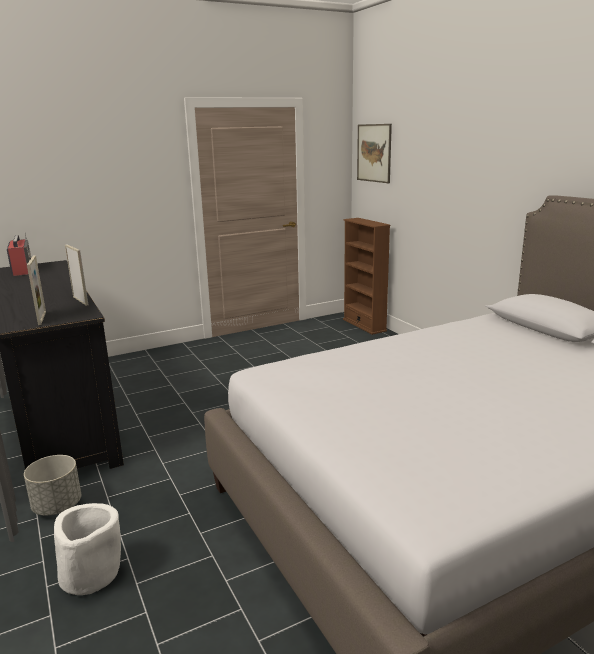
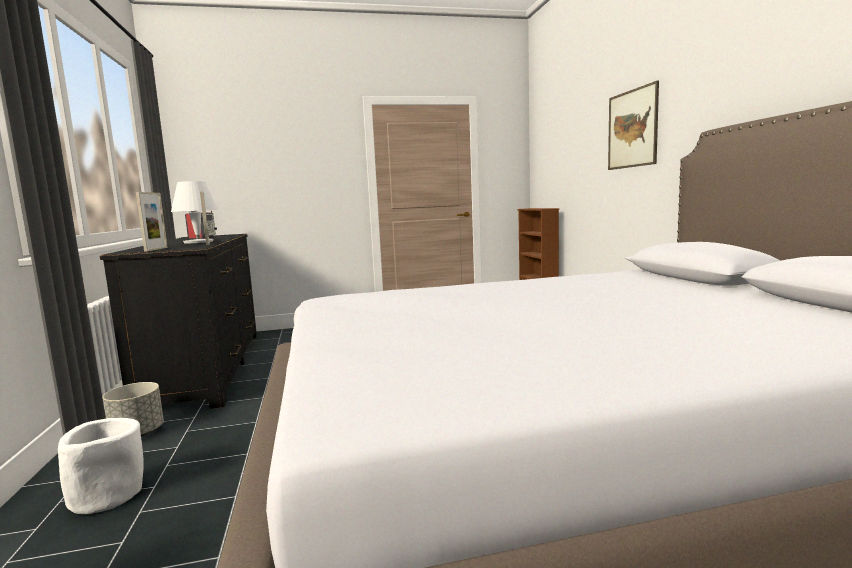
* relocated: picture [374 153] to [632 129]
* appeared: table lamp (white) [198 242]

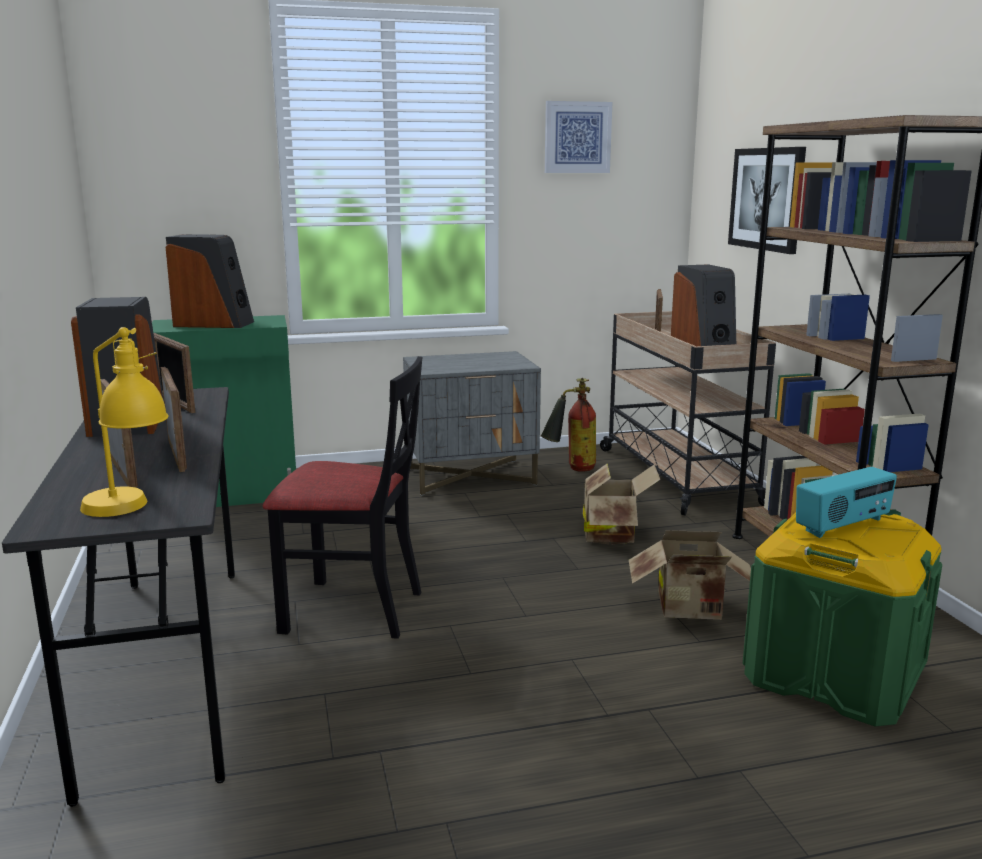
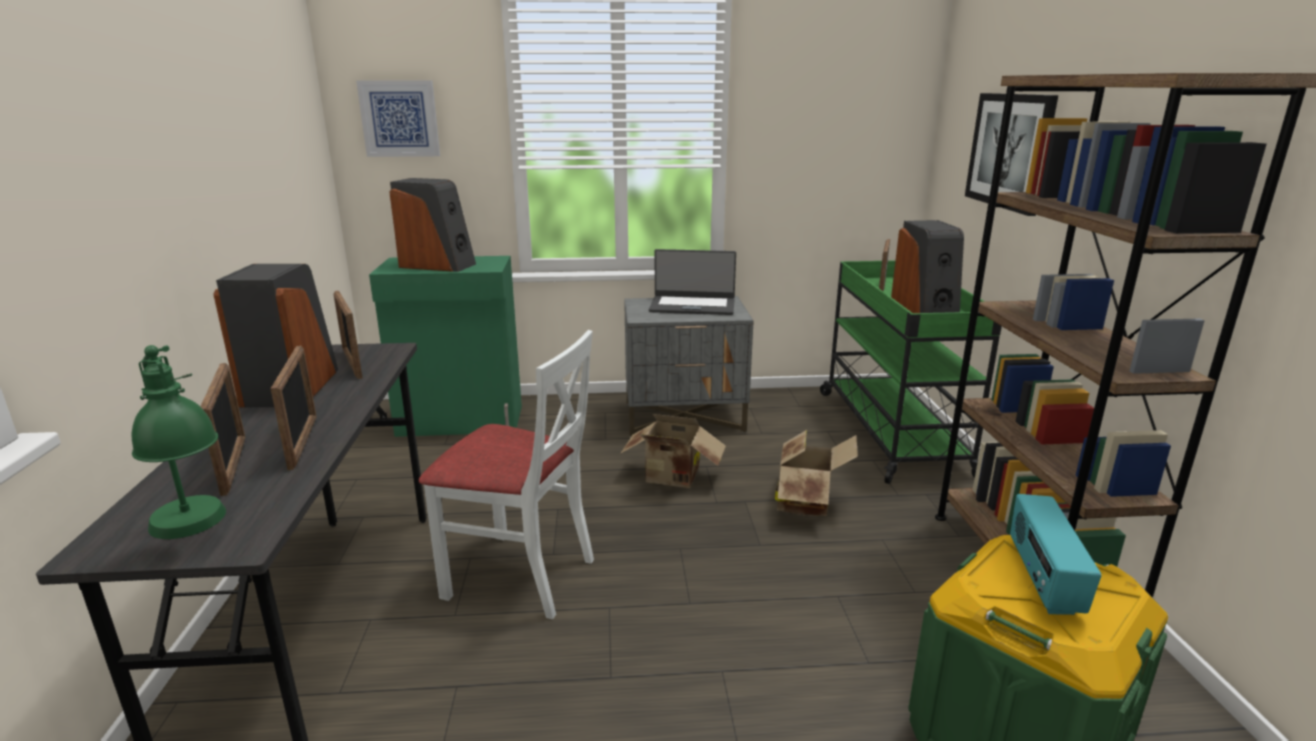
* relocated: picture [577 137] to [399 119]
* colour: cart (beige) [676 475] to cart (green) [891 431]
* colour: table lamp (yellow) [131 511] to table lamp (green) [197 532]
* colour: chair (black) [353 610] to chair (white) [520 576]
* missing: fire extinguisher [571 469]
* spun: radio [843 526] = [1042 579] 120 degrees clockwise
* relocated: cardboard box [692 610] to [673 479]
* appeared: laptop [692 306]

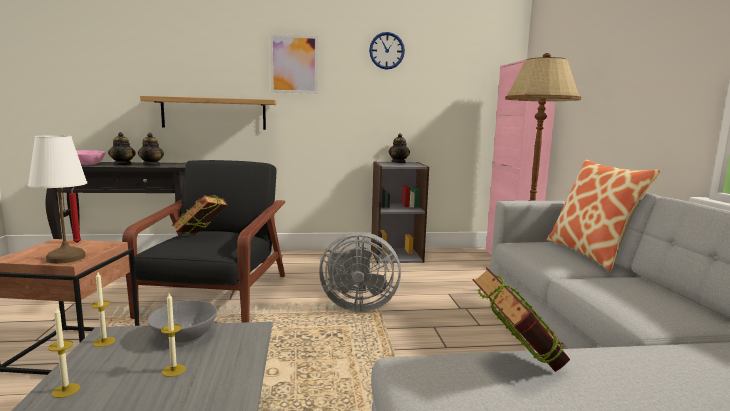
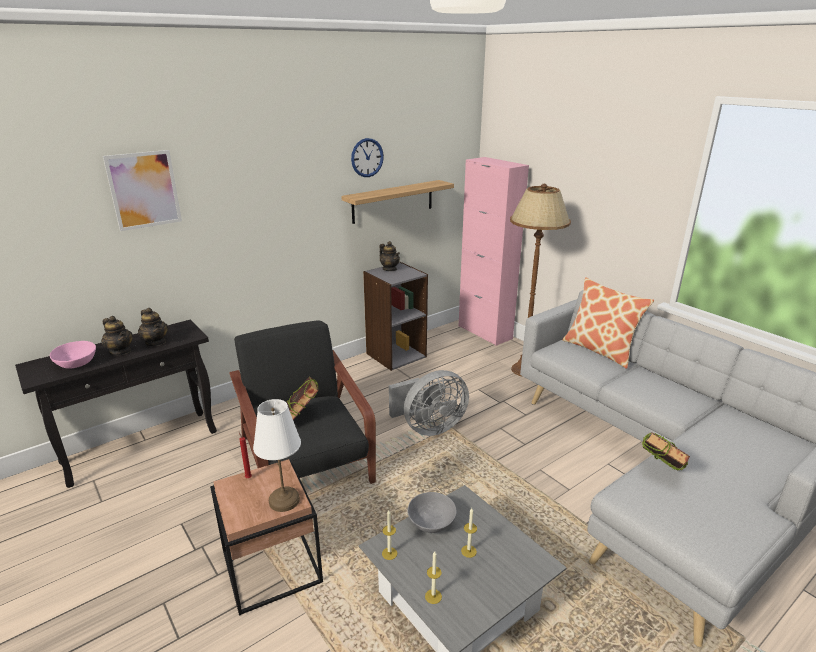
* relocated: picture [294 64] to [144 190]
* relocated: shelf [214 113] to [393 201]

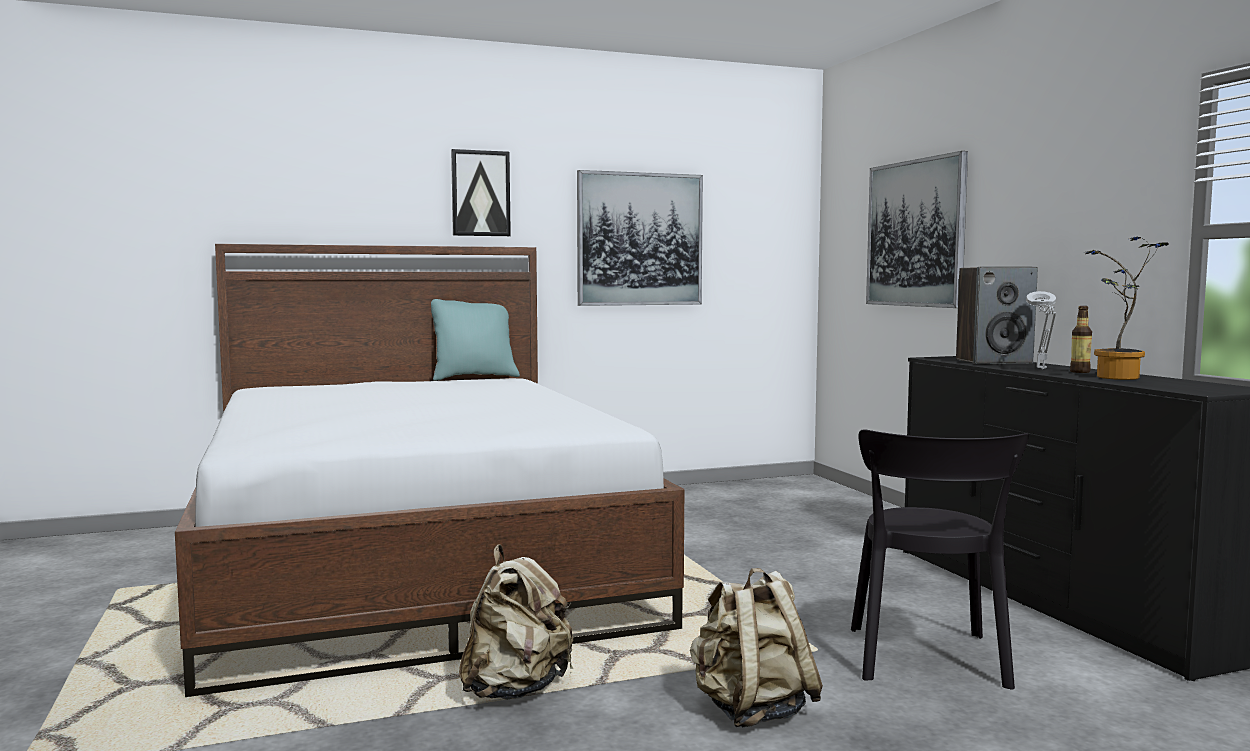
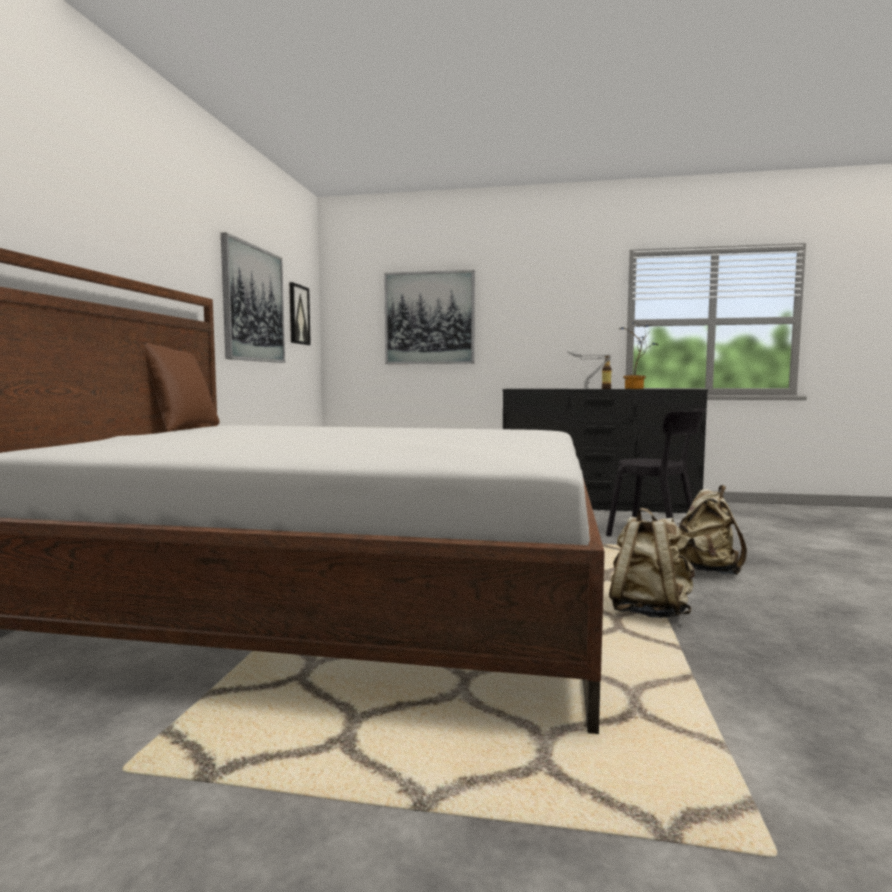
* relocated: picture [480 193] to [298 314]
* missing: speaker [993 361]
* colour: pillow (turquoise) [474 377] to pillow (brown) [183 428]

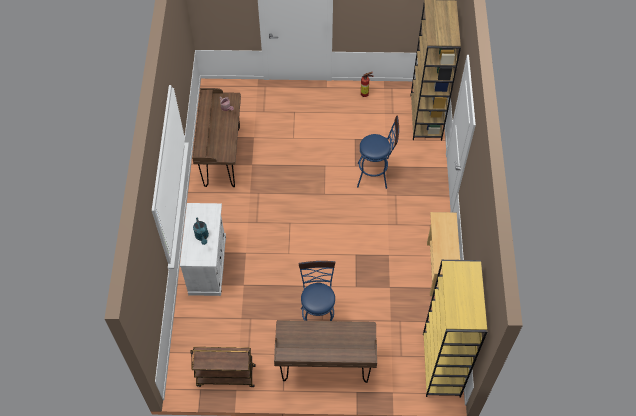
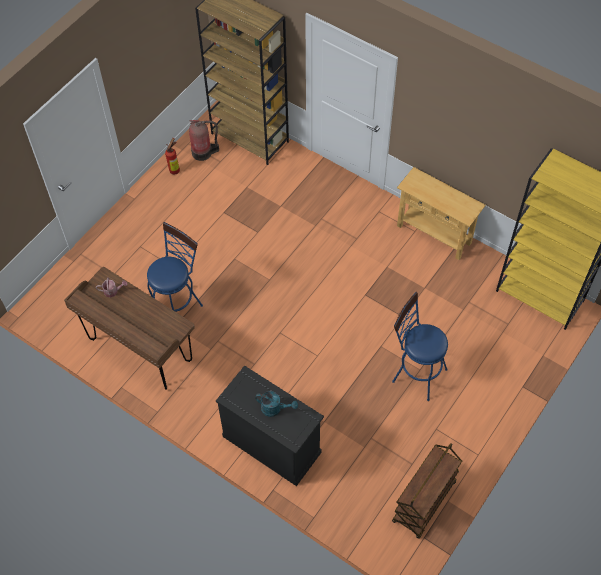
* relocated: stool (blue) [375 175] to [178 305]
* colour: cabinet (white) [207 265] to cabinet (black) [272 444]
* missing: desk (brown) [325 367]
* appeared: fire extinguisher [203 152]

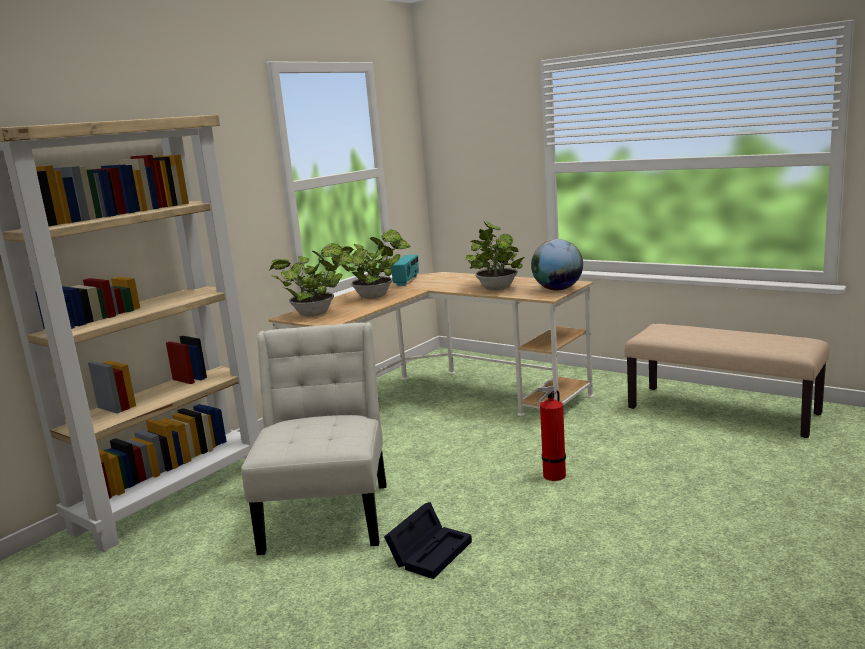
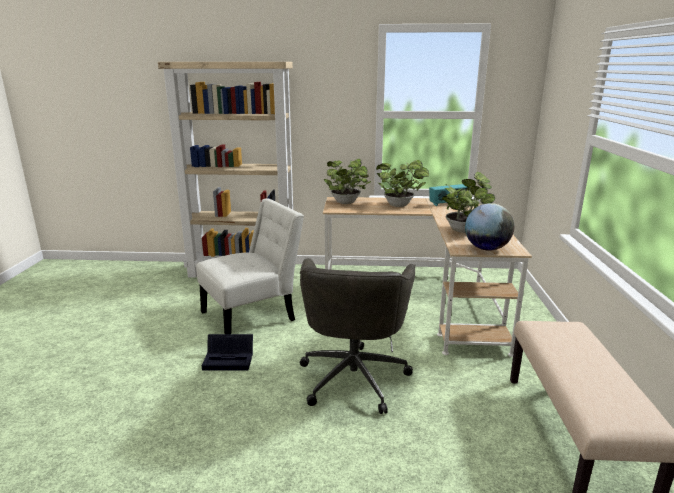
* exchanged: fire extinguisher [552 476] to office chair (grey) [354 376]

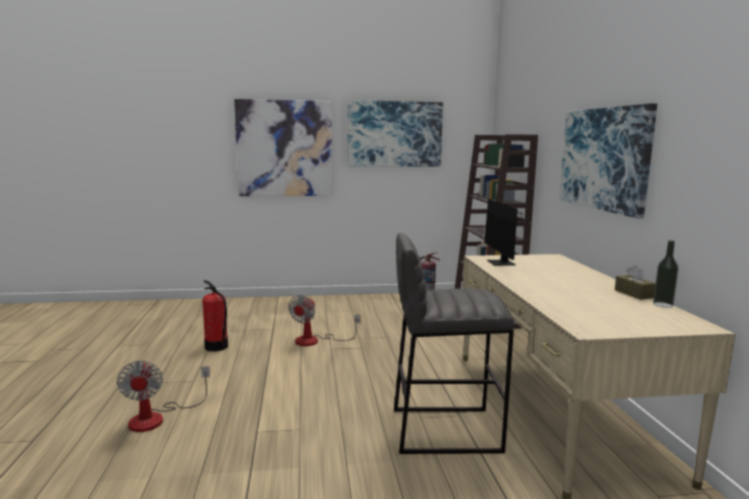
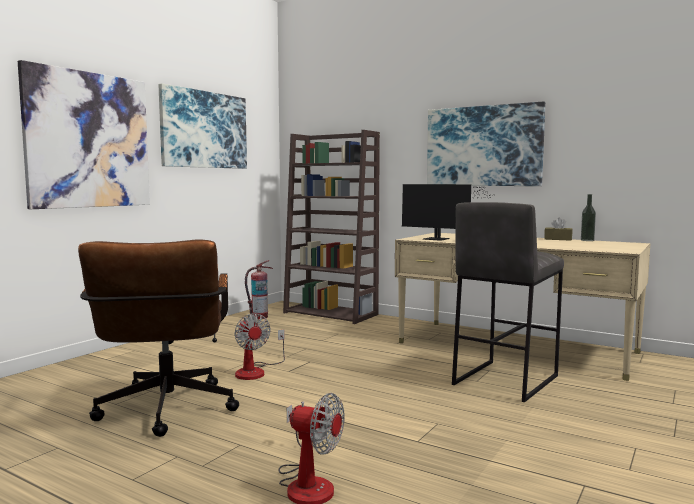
* exchanged: fire extinguisher [216 347] to office chair (brown) [165 413]

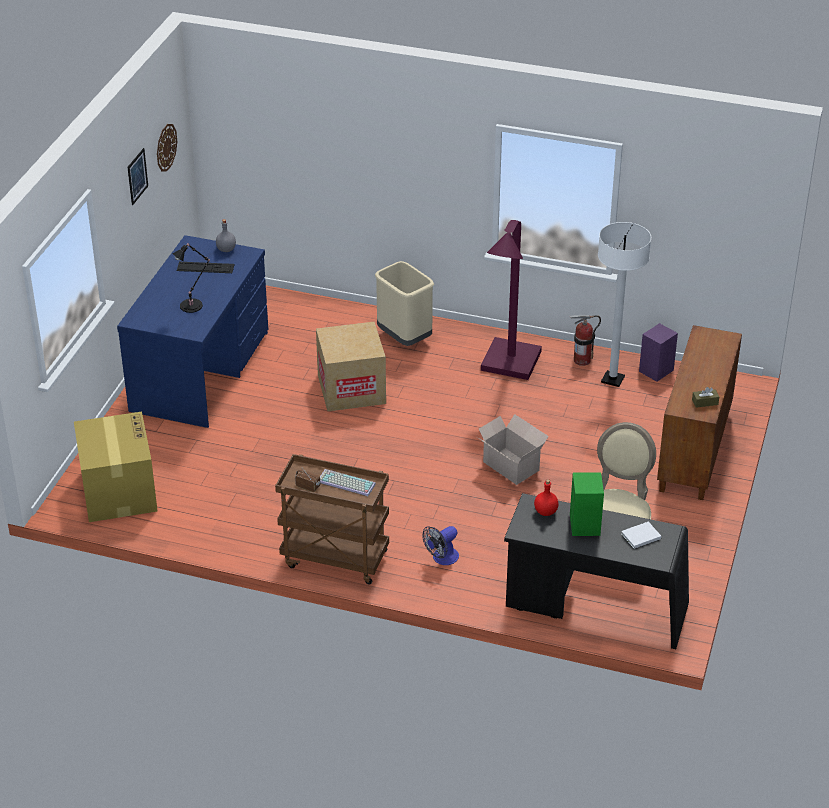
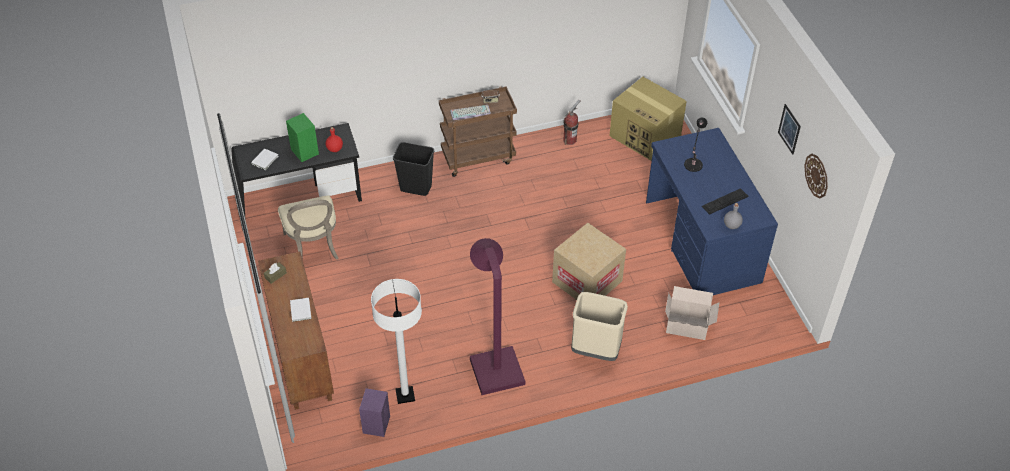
* relocated: fire extinguisher [582 360] to [570 140]
* relocated: cardboard box [510 465] to [688 326]
* exchanged: fan [442 558] to trash can (black) [415 188]
* appeared: book (white) [300 311]

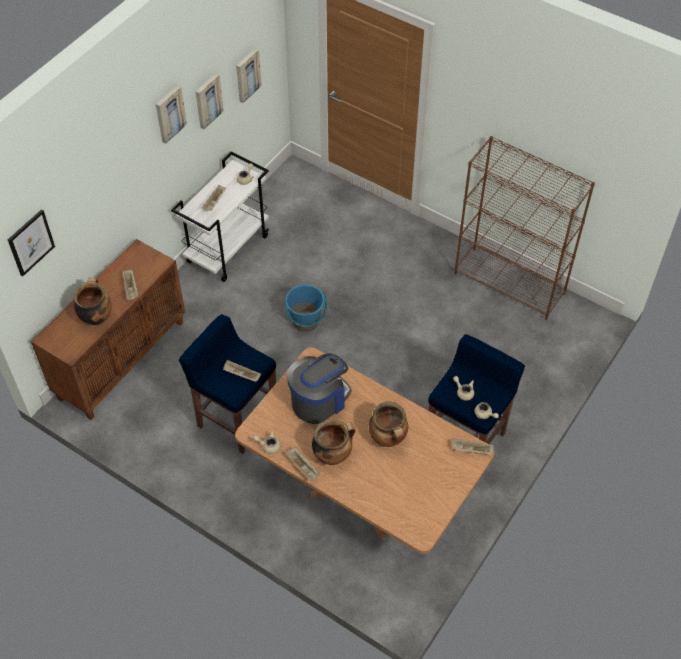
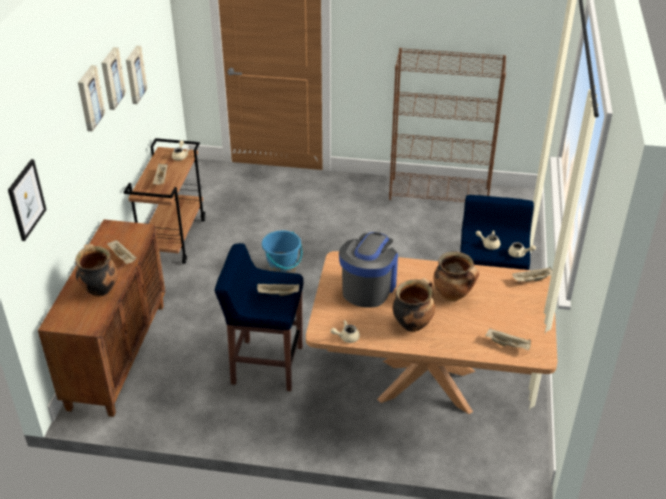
* relocated: picture [247 75] to [89 98]
* colour: cart (white) [228 248] to cart (brown) [173 238]
* relocated: tray (beige) [303 468] to [508 345]

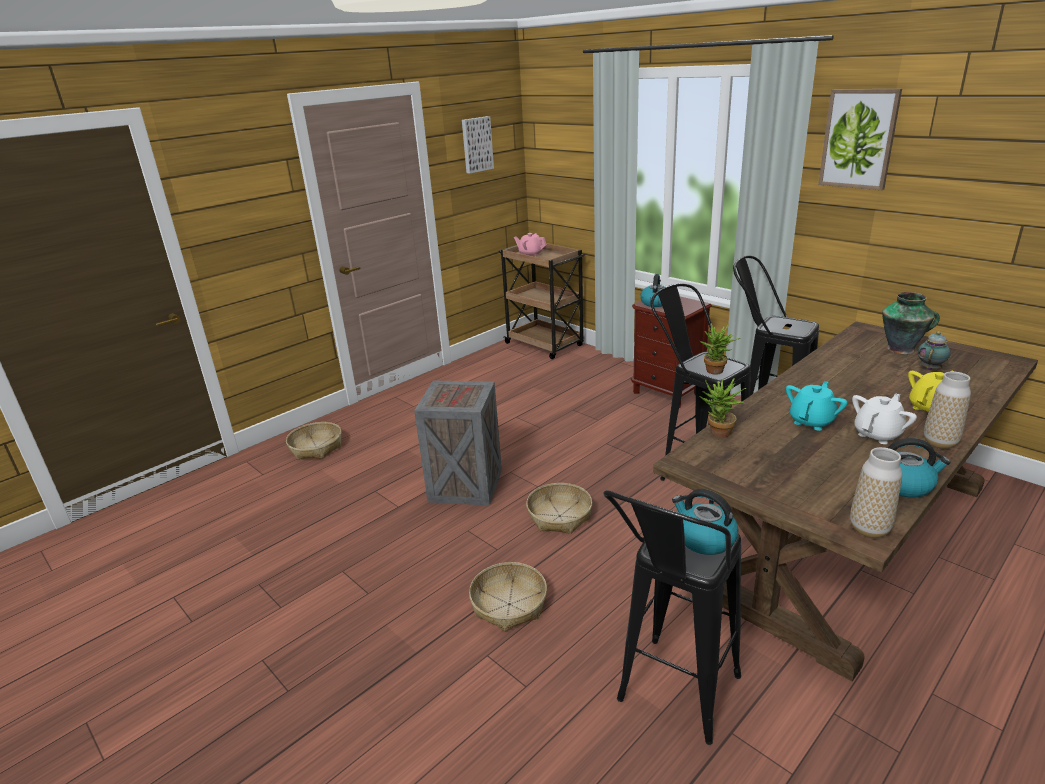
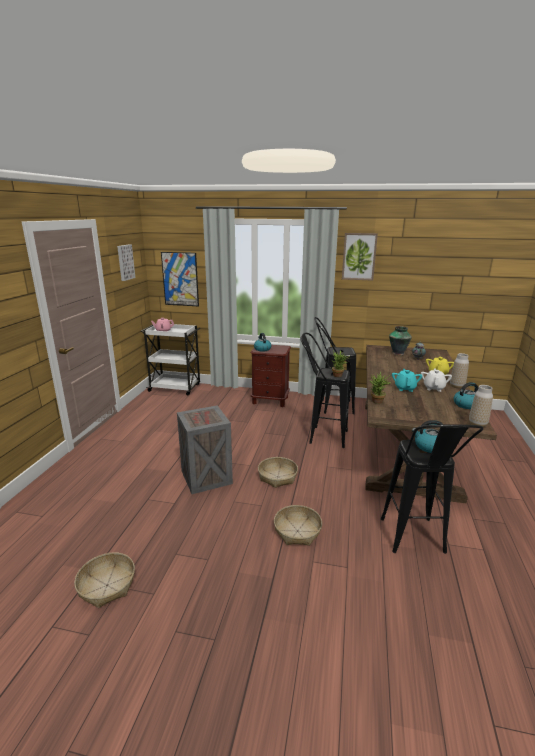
* colour: cart (brown) [545 345] to cart (white) [175 388]
* relocated: basket [316 448] to [106 585]
* appeared: picture [180 279]

